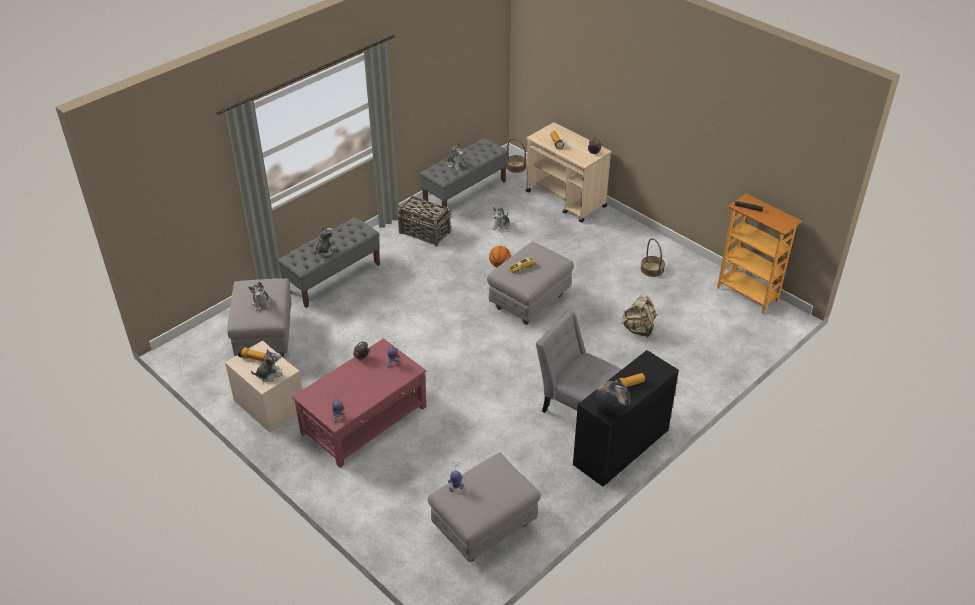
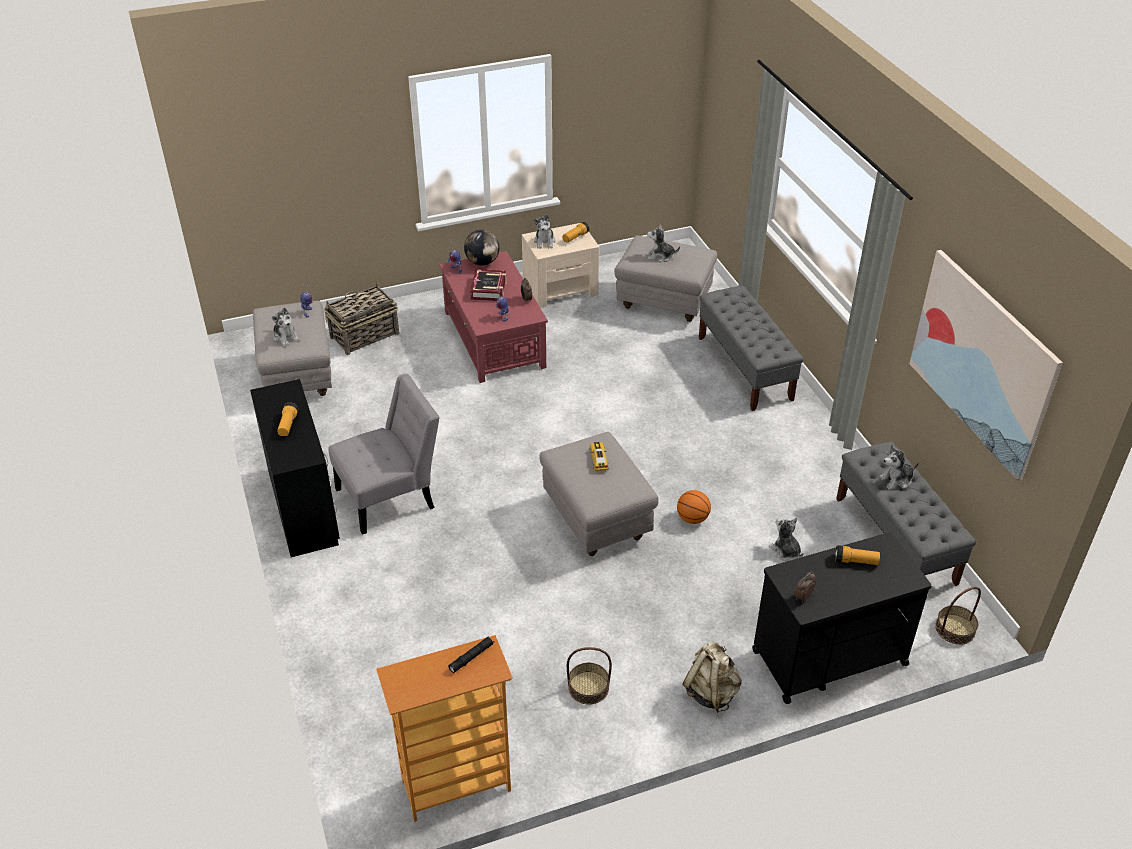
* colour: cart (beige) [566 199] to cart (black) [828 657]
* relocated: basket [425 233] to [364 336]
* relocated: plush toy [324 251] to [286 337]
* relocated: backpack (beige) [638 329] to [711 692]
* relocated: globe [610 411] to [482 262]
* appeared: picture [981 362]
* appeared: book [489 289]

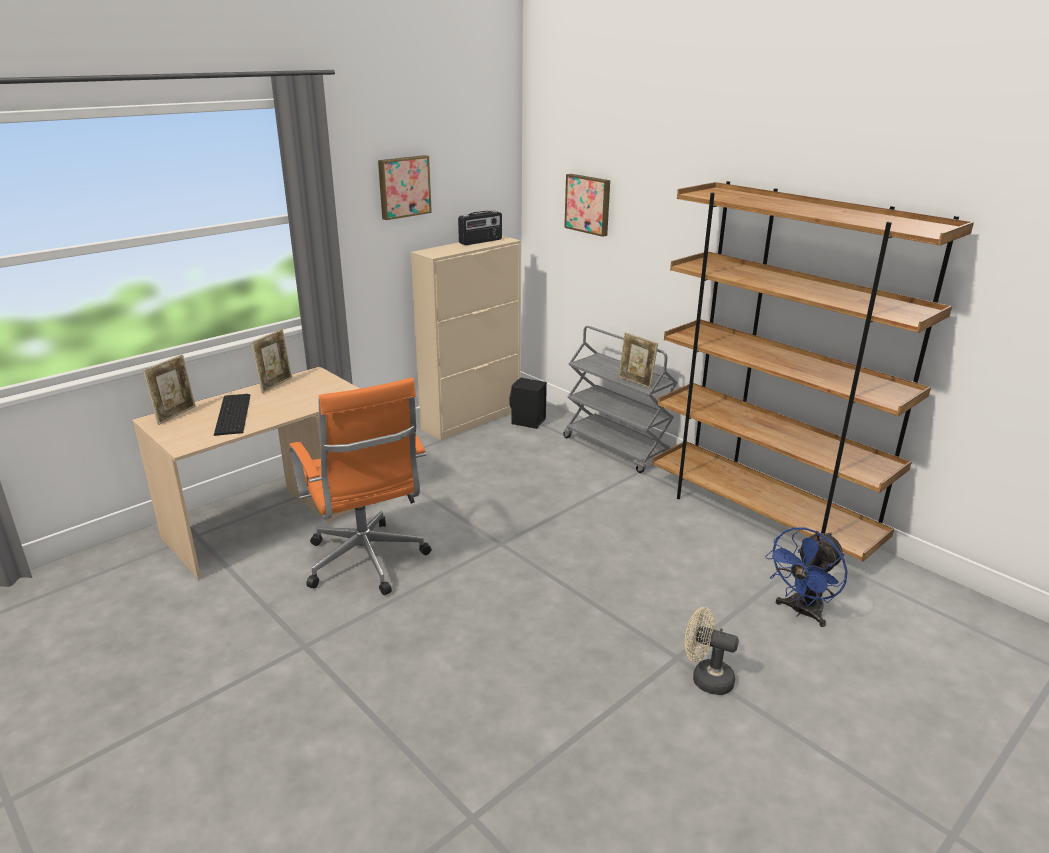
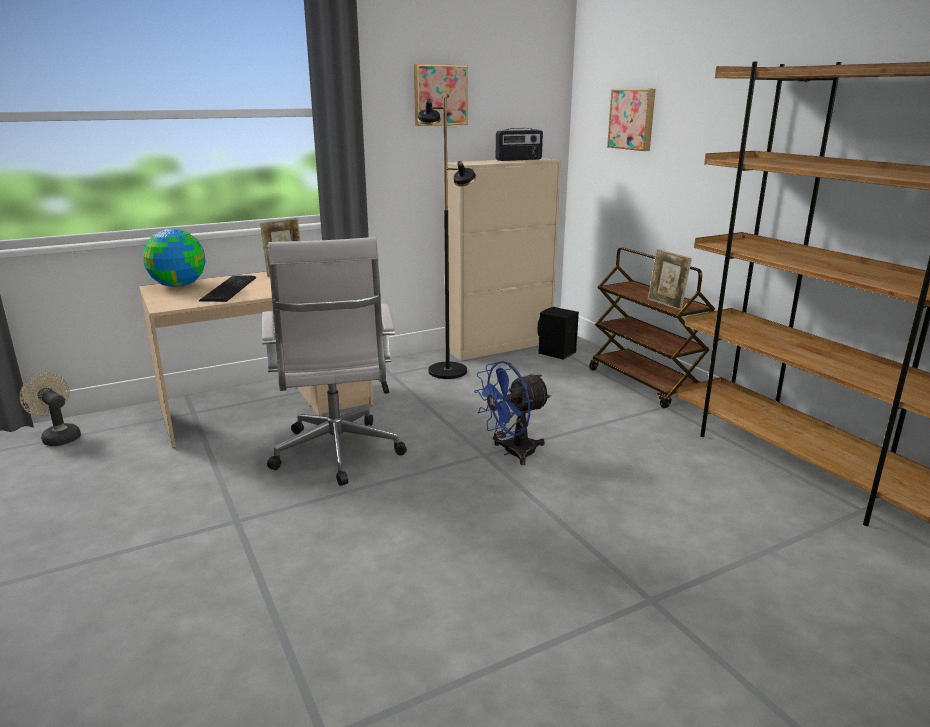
* colour: cart (grey) [616 448] to cart (brown) [644 384]
* exchanged: picture frame [176 415] to globe [179 285]
* colour: office chair (orange) [367 563] to office chair (white) [337 455]
* relocated: fan (blue) [801 612] to [512 453]
* relocated: fan (beige) [705 678] to [58 437]
* appeared: floor lamp (black) [447 371]

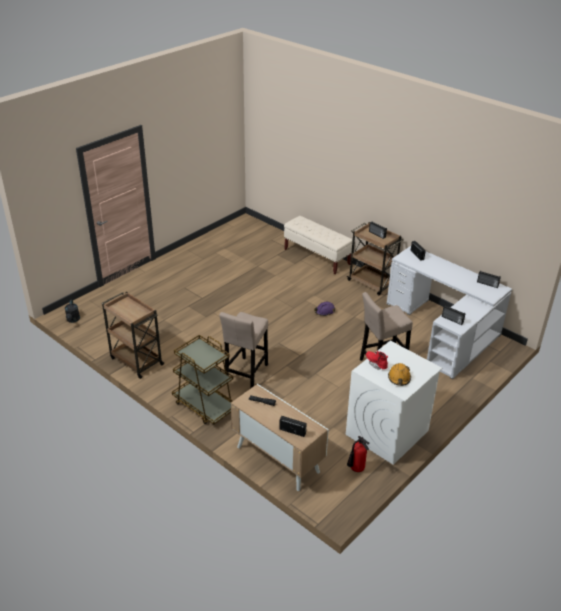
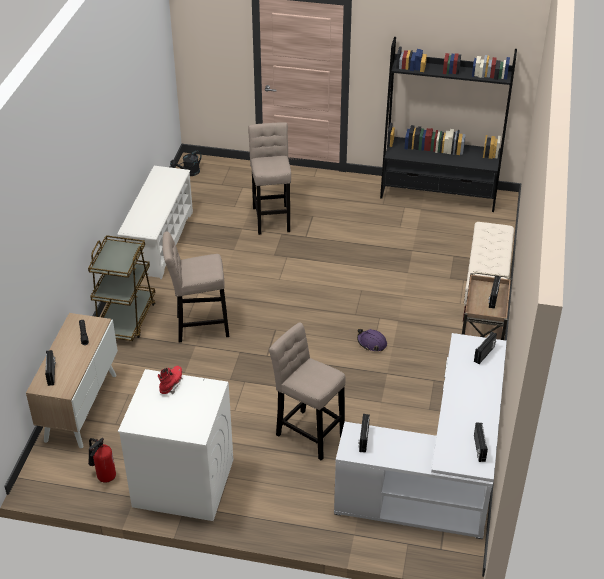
* exchanged: cart (brown) [136 361] to shoe rack (white) [159 241]
* missing: hard hat (orange) [399 378]
* appeared: bookcase (black) [439 194]
* appeared: stool (beige) [272 217]

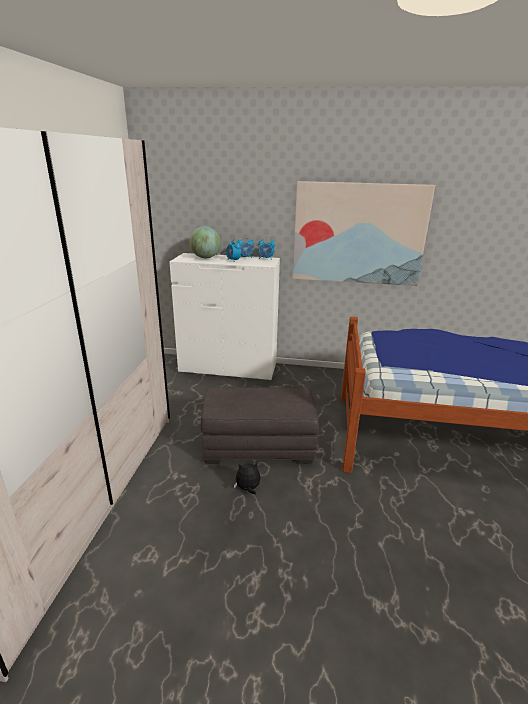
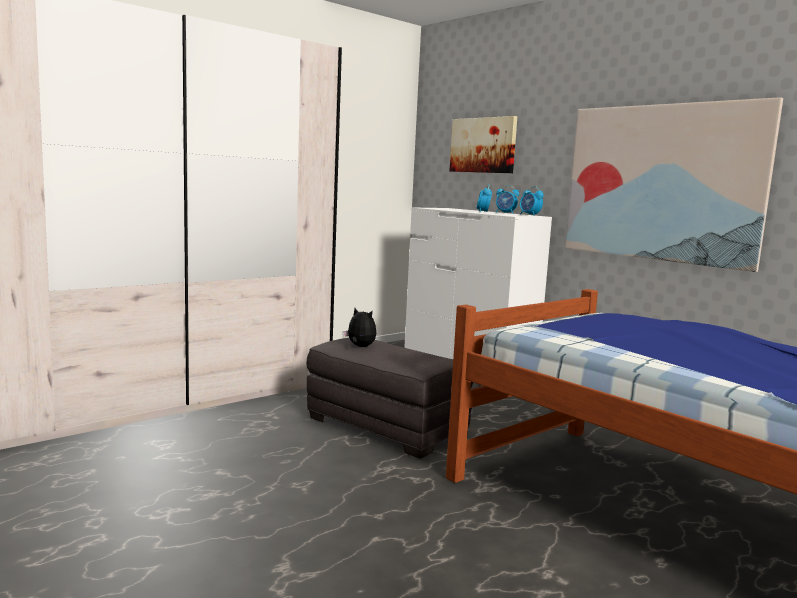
* missing: globe [205 258]
* relocated: plush toy [248 489] to [360 347]
* appeared: picture [483 145]

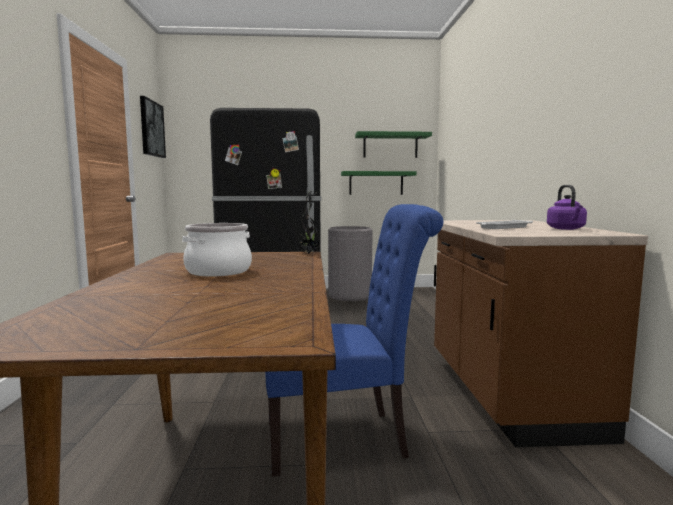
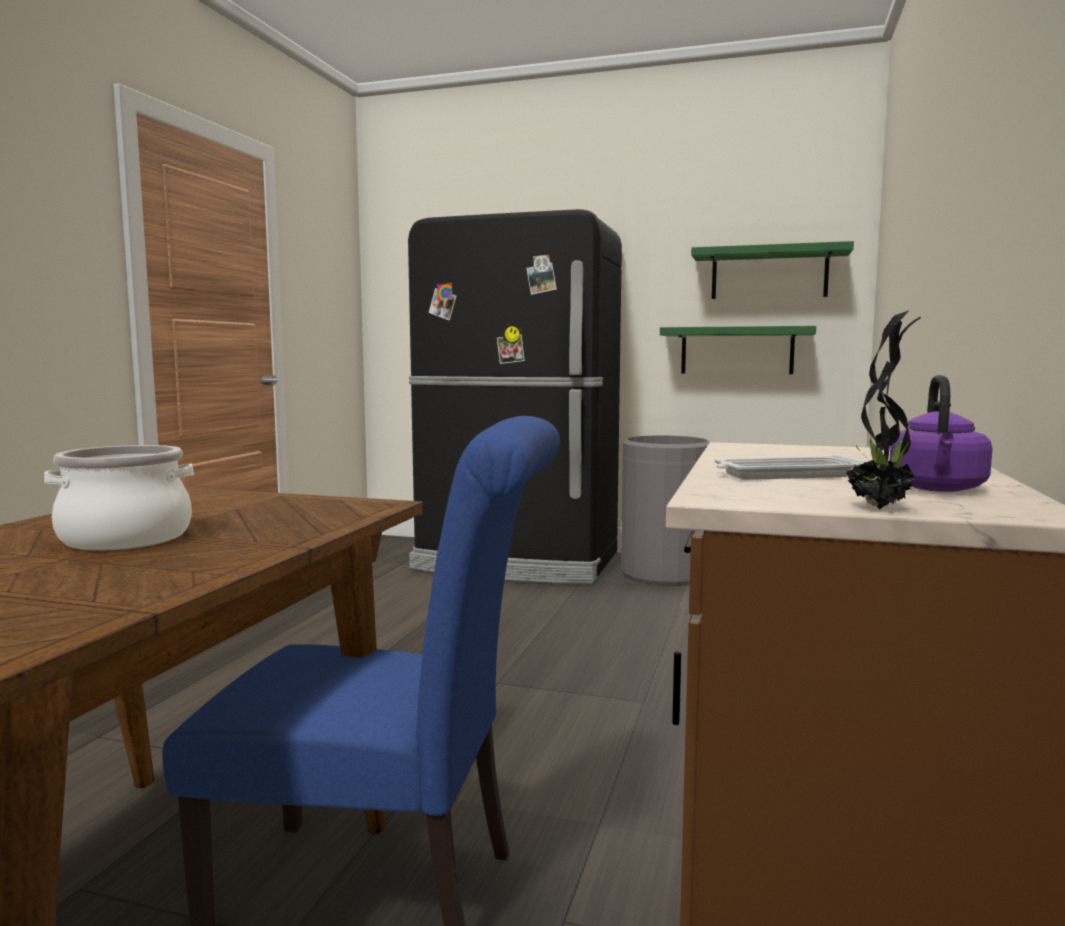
* missing: picture [151 128]
* relocated: potted plant [309 253] to [880 508]

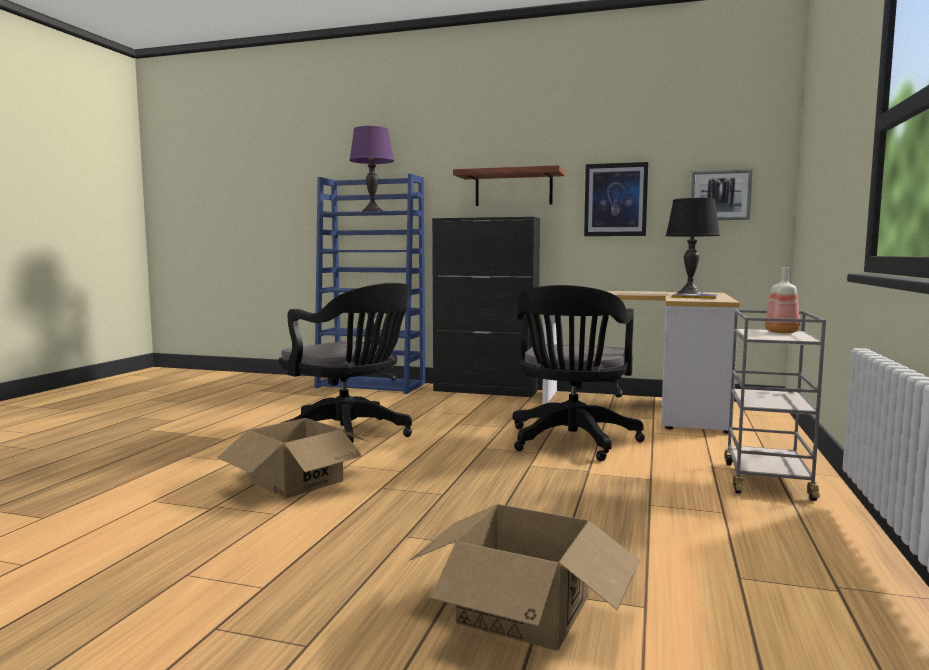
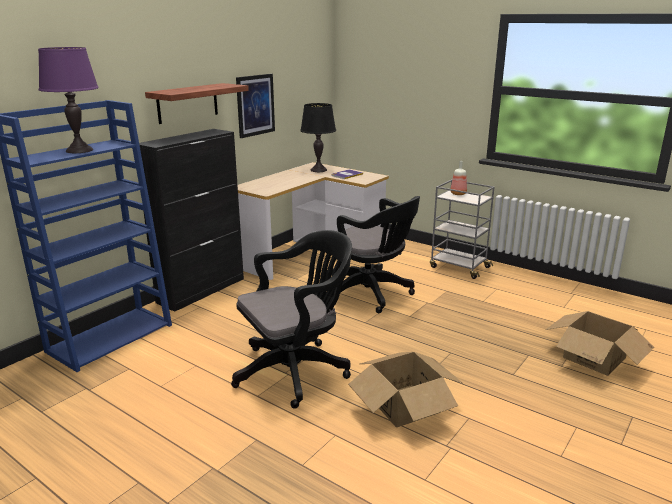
* missing: picture [720 195]

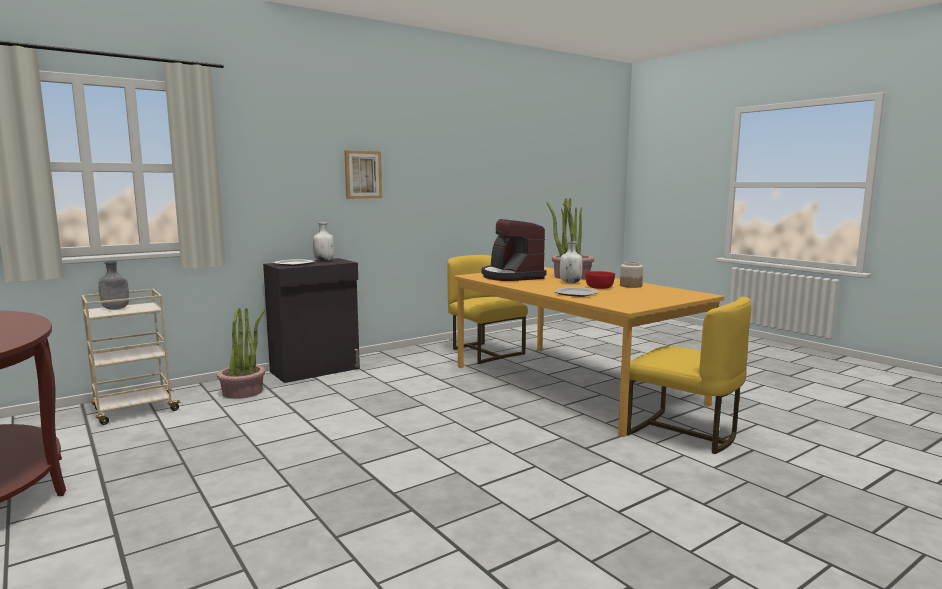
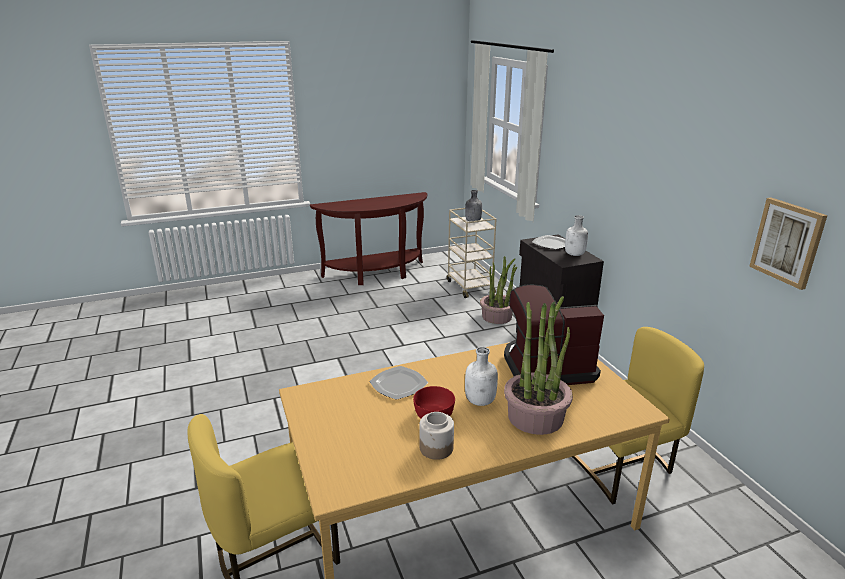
* relocated: picture [362 174] to [787 242]

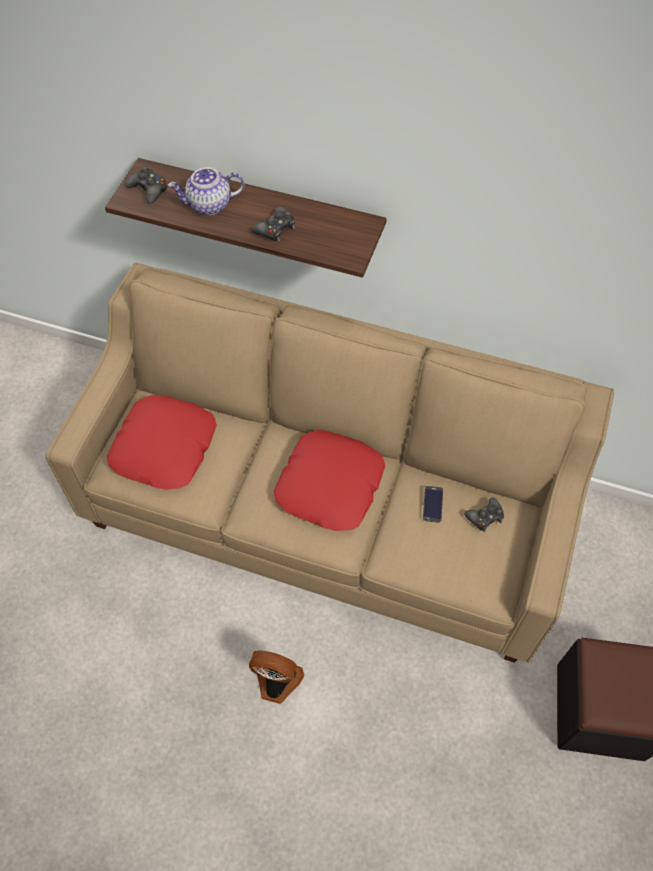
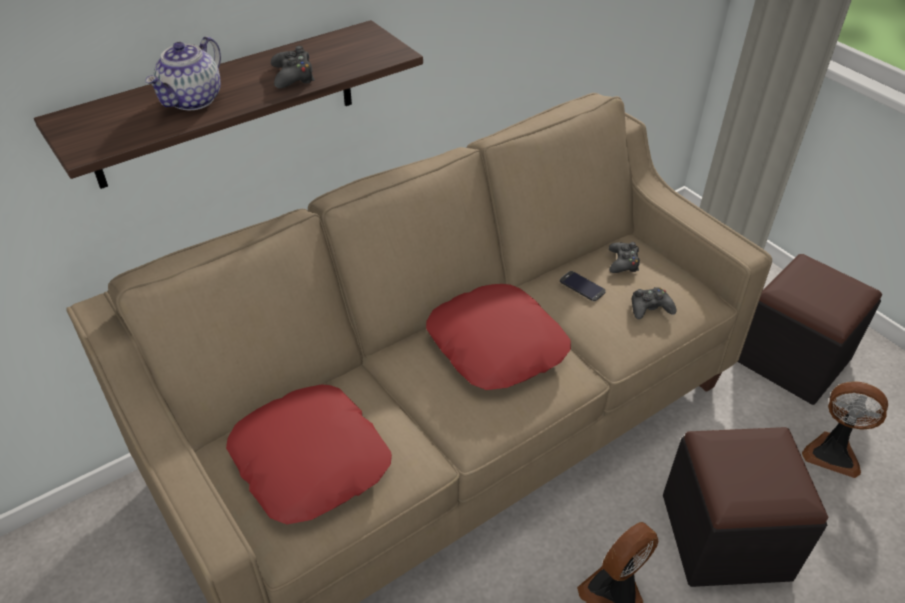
* relocated: game controller (black) [149 190] to [650 308]
* appeared: fan [832 452]
* appeared: ottoman (black) [725 536]

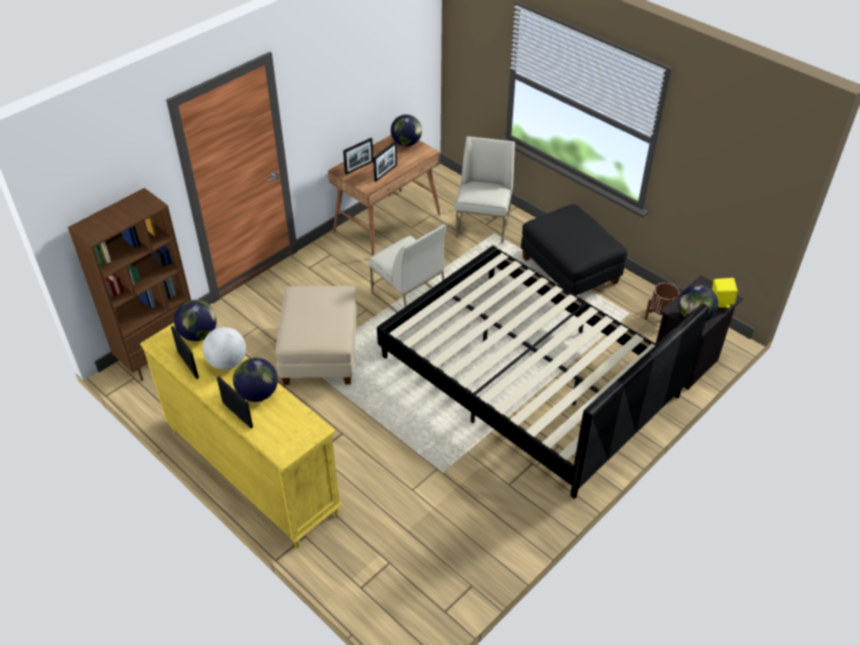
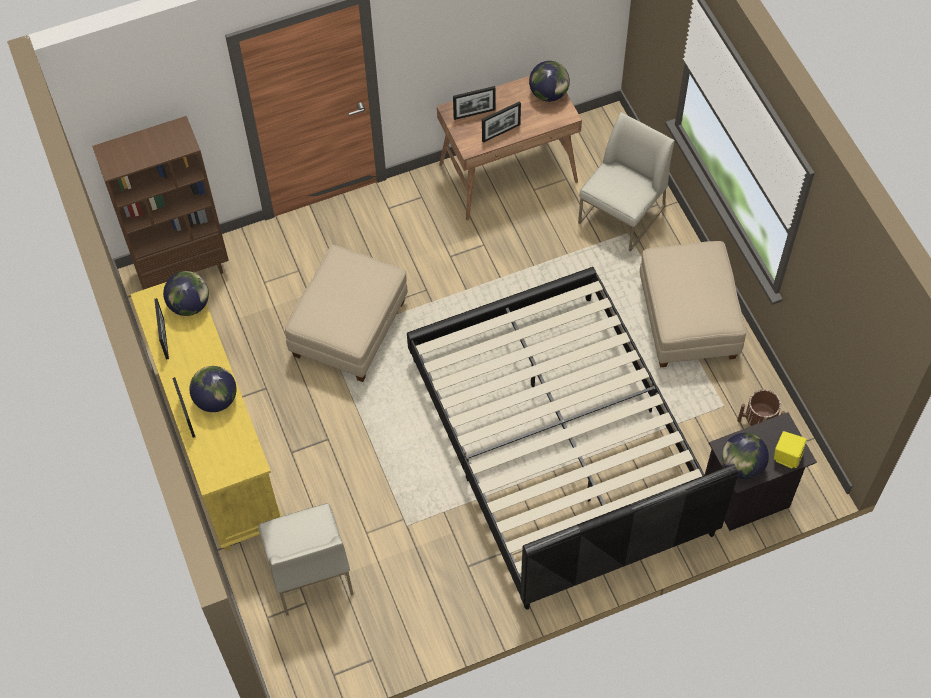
* colour: ottoman (black) [570 271] to ottoman (beige) [688 321]
* relocated: chair (white) [407 295] to [309 571]
* missing: globe [227 362]

